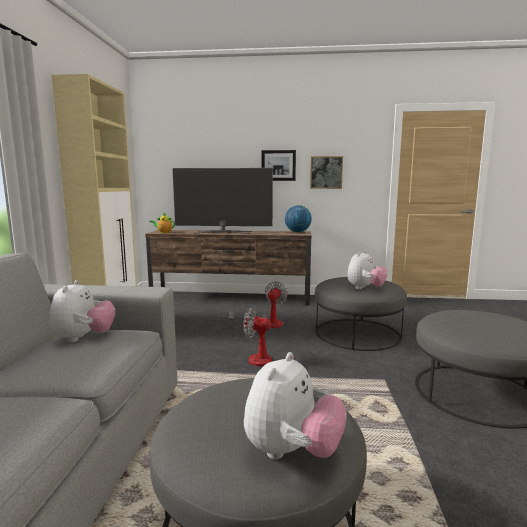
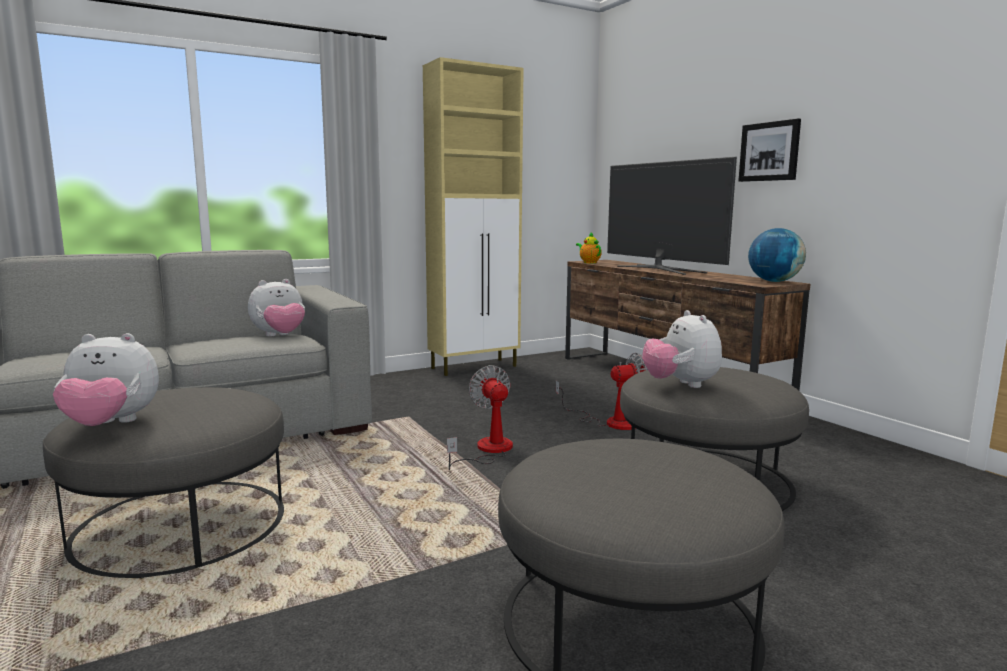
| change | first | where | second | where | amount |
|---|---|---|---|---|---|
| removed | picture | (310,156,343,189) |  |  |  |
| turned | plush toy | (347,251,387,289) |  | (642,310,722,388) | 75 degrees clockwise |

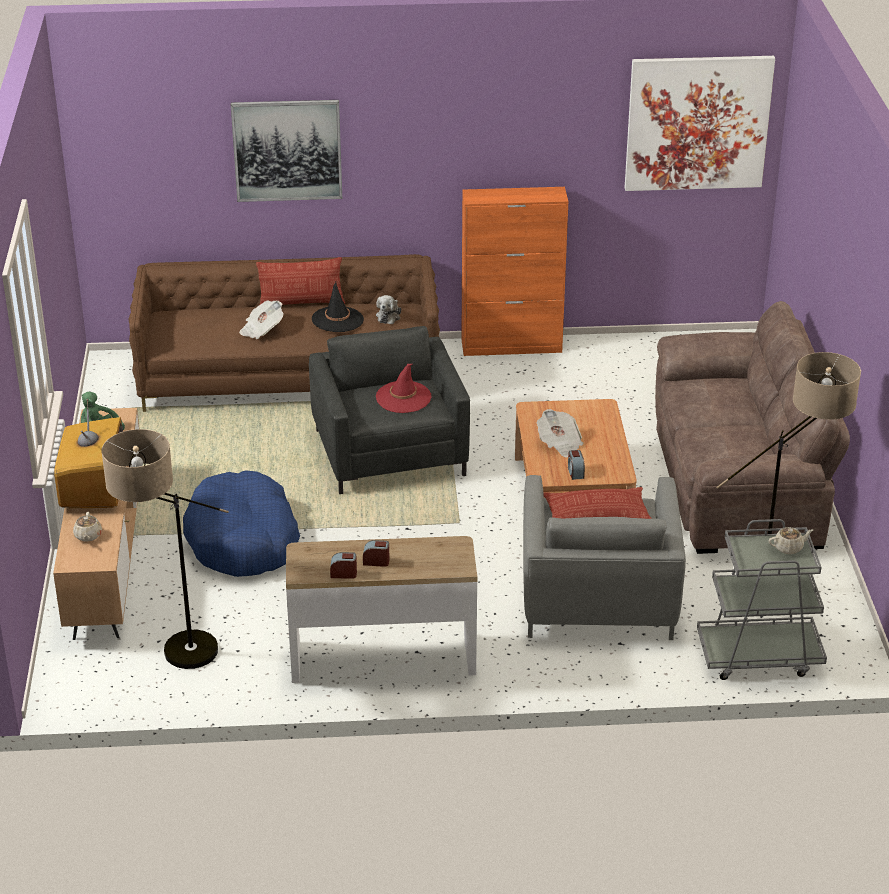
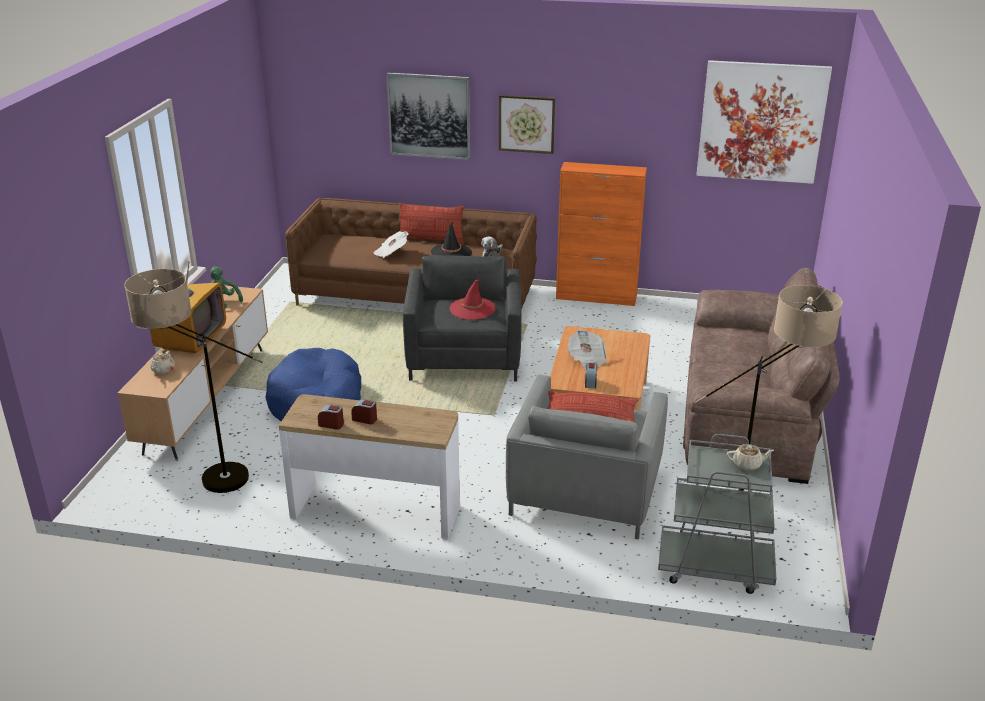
| change | first | where | second | where | amount |
|---|---|---|---|---|---|
| added |  |  | picture | (499,95,555,154) |  |

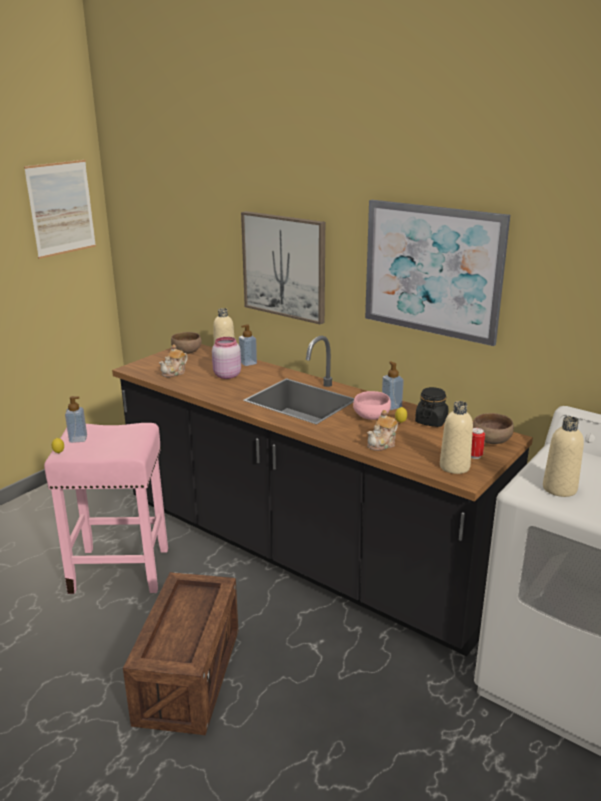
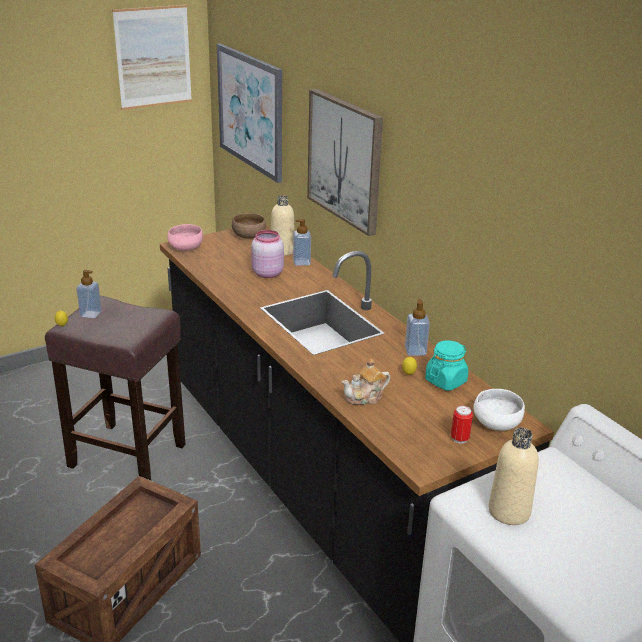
| change | first | where | second | where | amount |
|---|---|---|---|---|---|
| moved | picture | (365,200,510,346) |  | (217,44,282,183) |  |
| removed | teapot | (159,345,188,377) |  |  |  |
| recoloured | jar/black | (415,387,448,427) | jar/turquoise | (425,340,469,391) |  |
| moved | bowl/pink | (353,391,391,420) |  | (167,224,203,251) |  |
| removed | bottle/beige | (440,401,473,474) |  |  |  |
| recoloured | bowl/brown | (473,413,514,444) | bowl/white | (473,389,525,431) |  |
| recoloured | stool/pink | (44,423,168,594) | stool/brown | (45,296,186,481) |  |

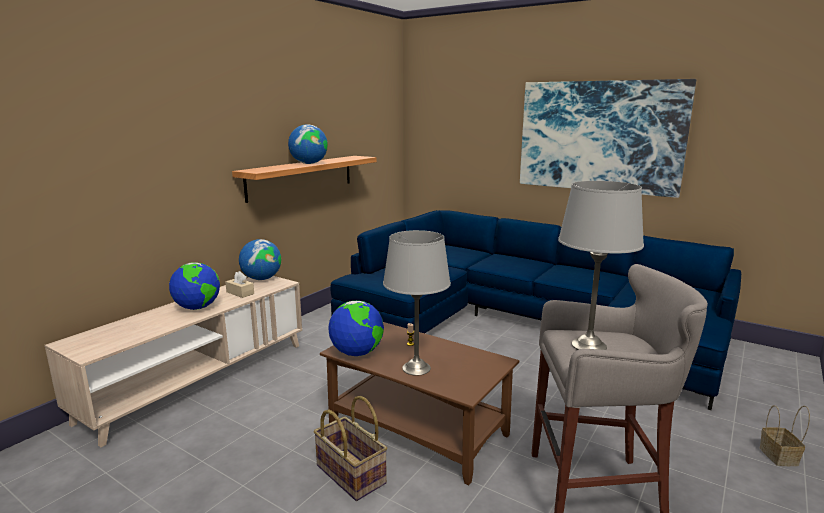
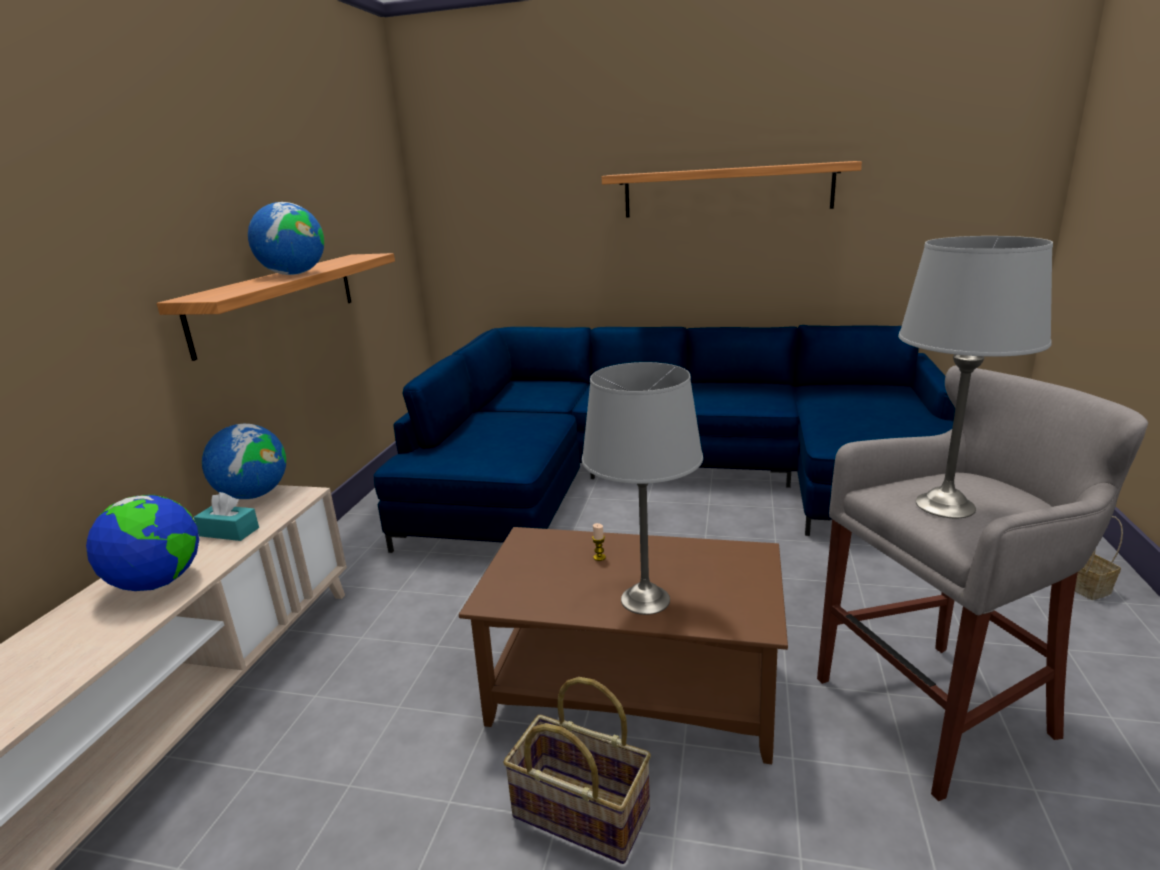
| change | first | where | second | where | amount |
|---|---|---|---|---|---|
| replaced | picture | (520,79,696,198) | shelf | (602,161,862,218) |  |
| recoloured | tissue box/beige | (225,271,254,298) | tissue box/turquoise | (194,492,259,541) |  |
| removed | globe | (328,301,384,357) |  |  |  |

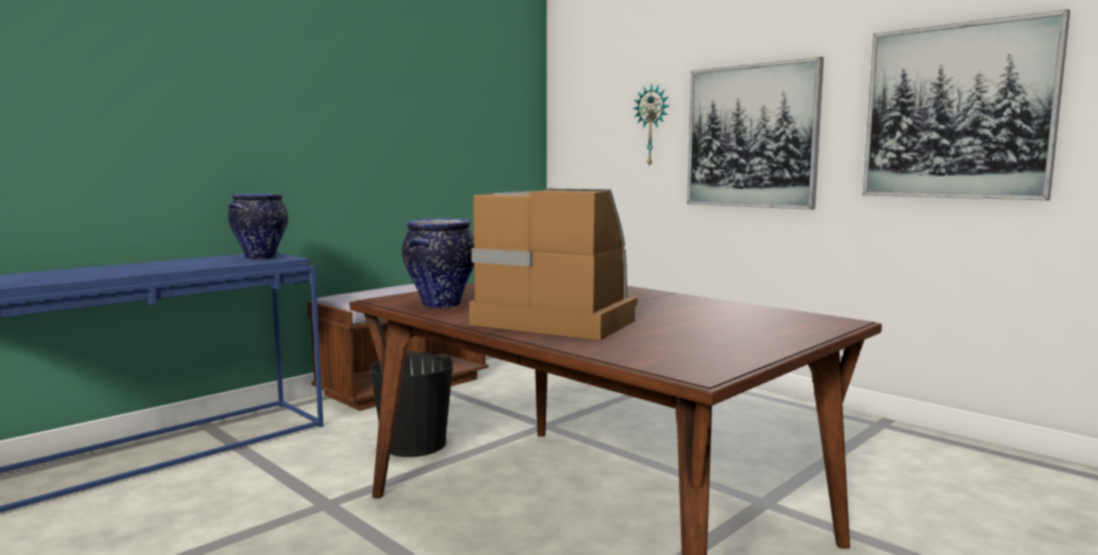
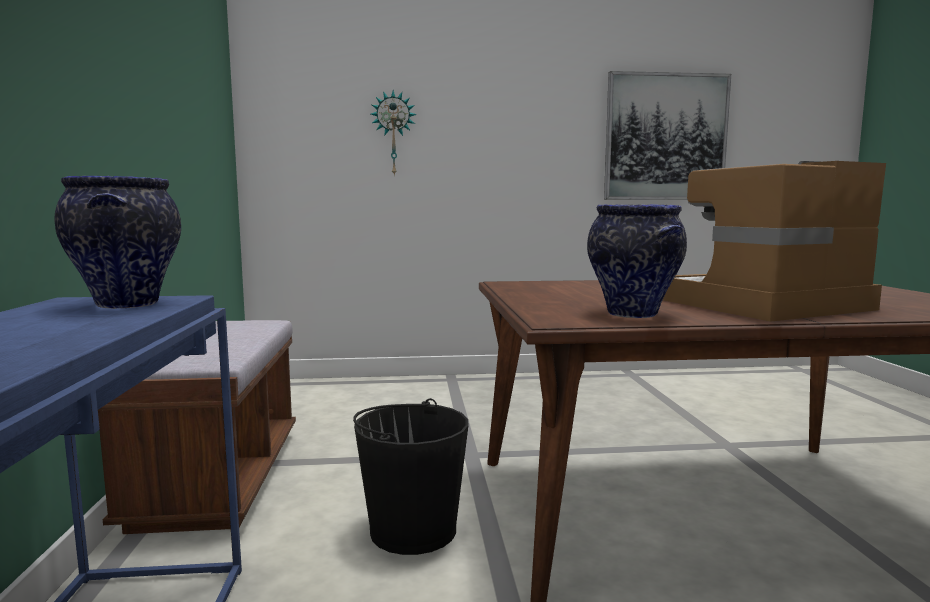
| change | first | where | second | where | amount |
|---|---|---|---|---|---|
| removed | picture | (687,57,824,210) |  |  |  |

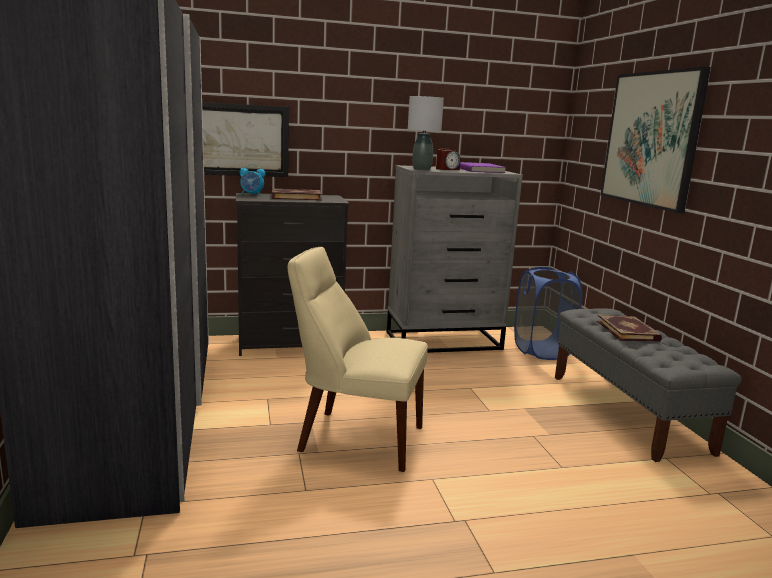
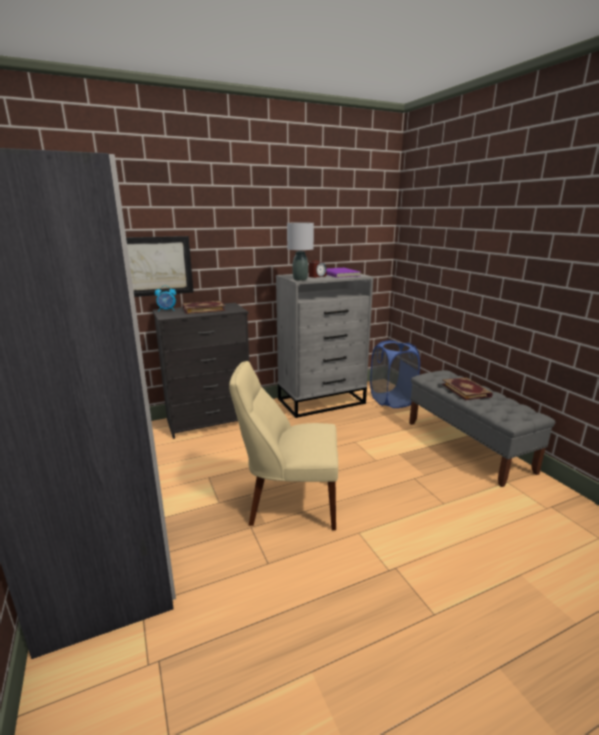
| change | first | where | second | where | amount |
|---|---|---|---|---|---|
| removed | picture | (601,67,711,213) |  |  |  |

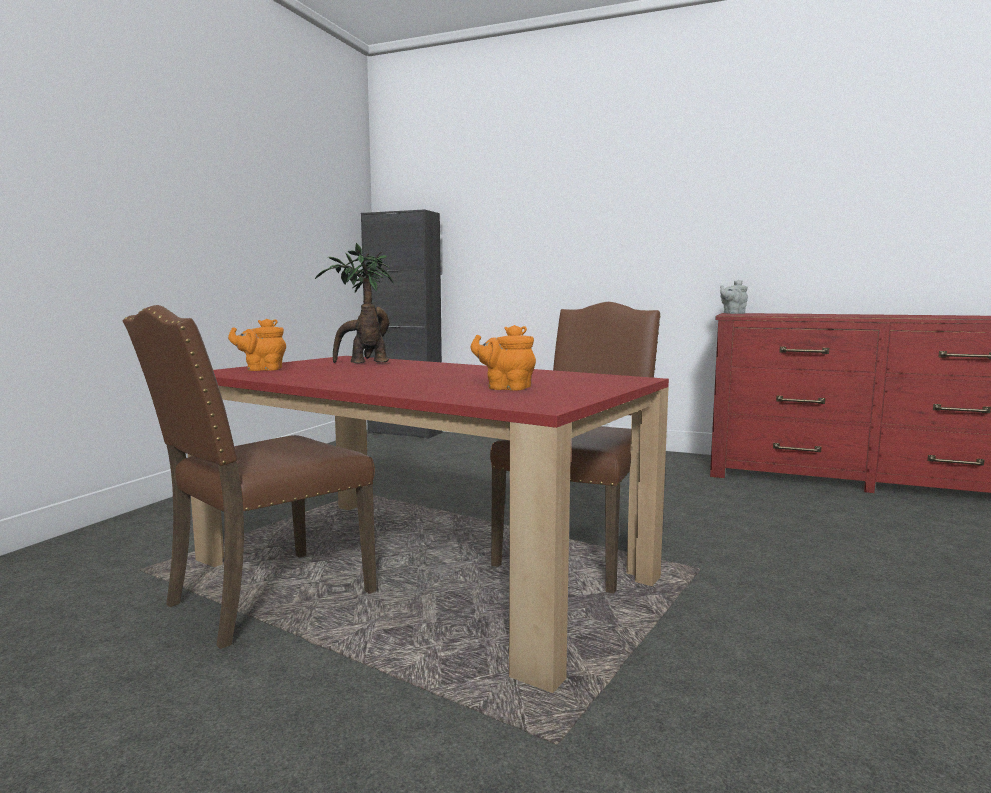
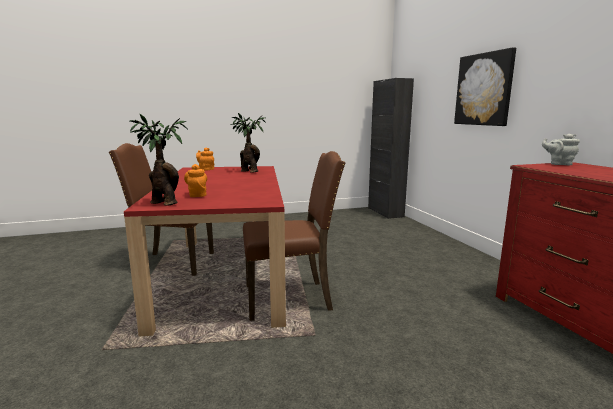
| change | first | where | second | where | amount |
|---|---|---|---|---|---|
| added |  |  | picture | (454,47,516,126) |  |
| added |  |  | potted plant | (130,114,188,206) |  |

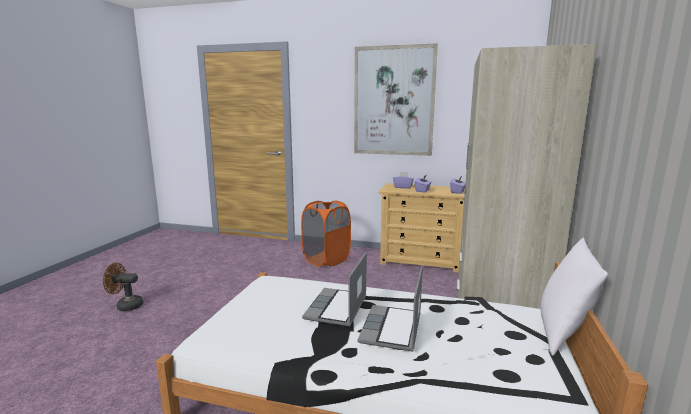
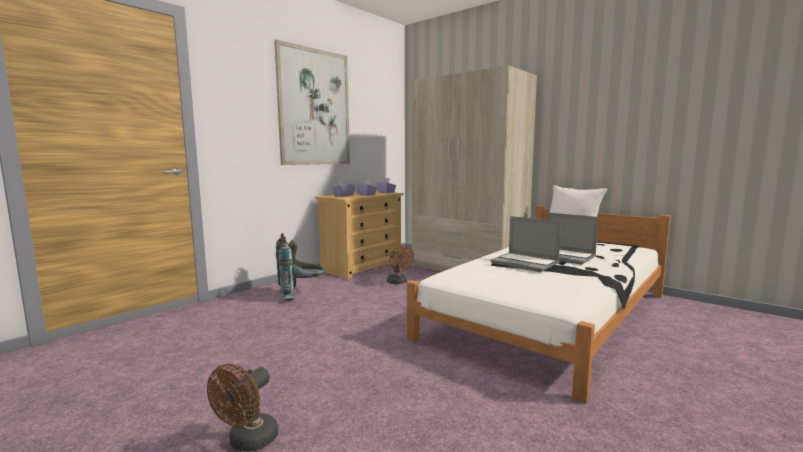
| change | first | where | second | where | amount |
|---|---|---|---|---|---|
| replaced | laundry basket/orange | (301,201,351,267) | backpack/grey | (276,233,325,301) |  |
| added |  |  | fan/brown | (387,245,414,284) |  |

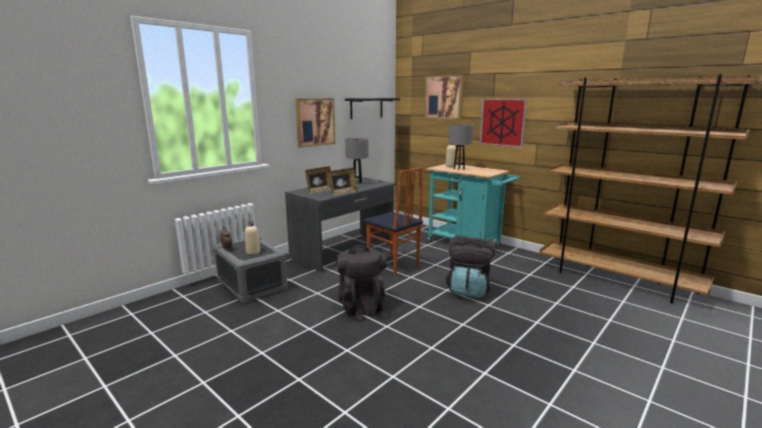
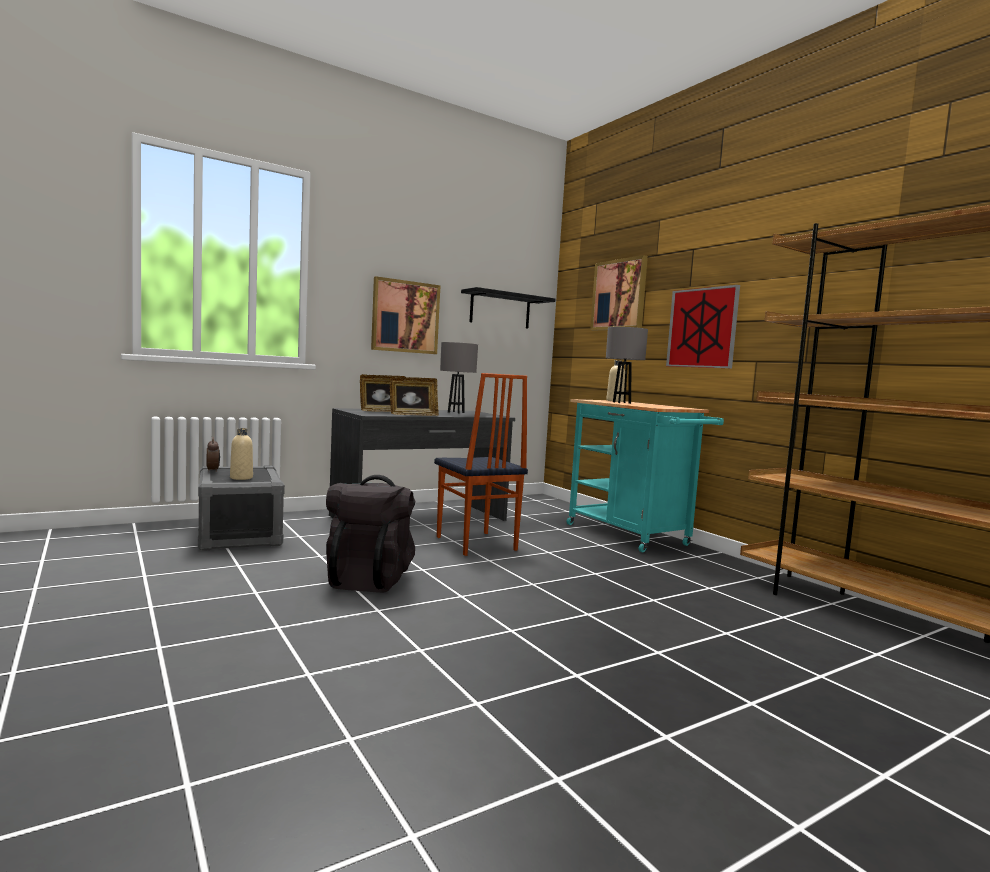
| change | first | where | second | where | amount |
|---|---|---|---|---|---|
| removed | backpack/black | (446,235,496,298) |  |  |  |

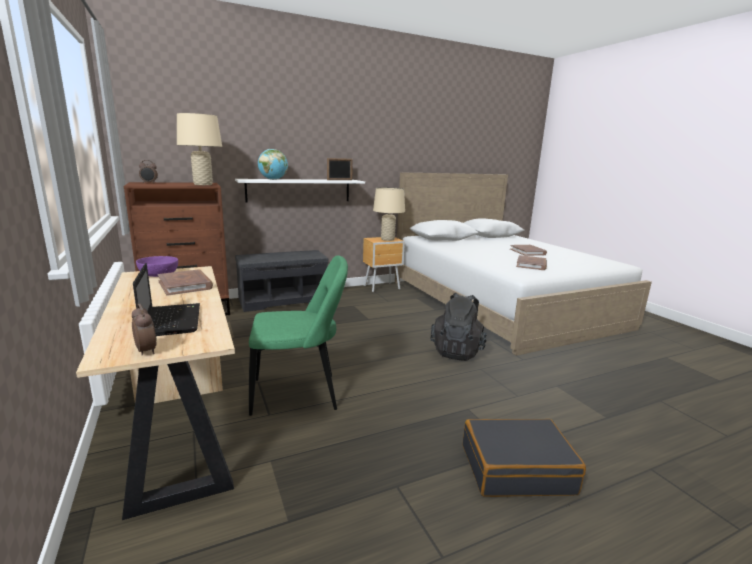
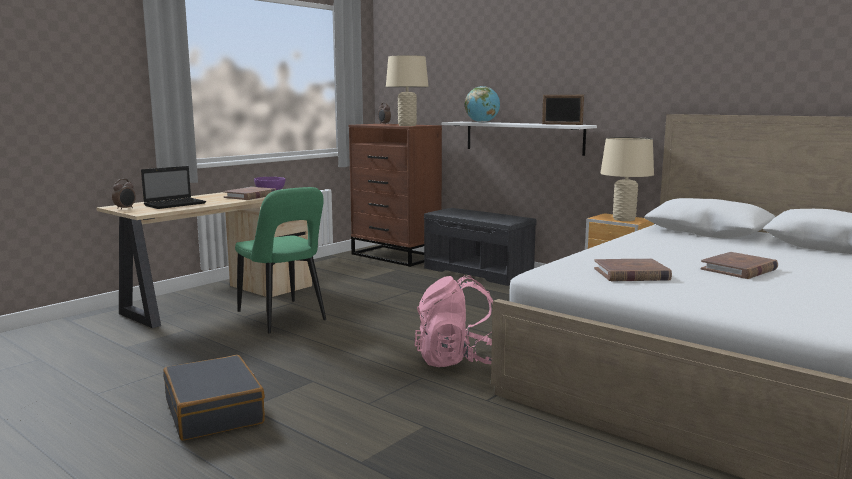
| change | first | where | second | where | amount |
|---|---|---|---|---|---|
| recoloured | backpack/black | (431,293,487,361) | backpack/pink | (415,275,493,367) |  |

